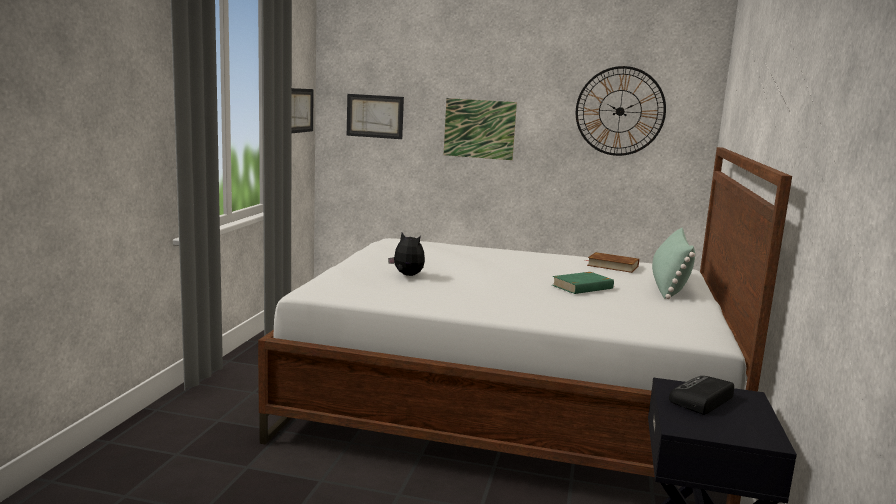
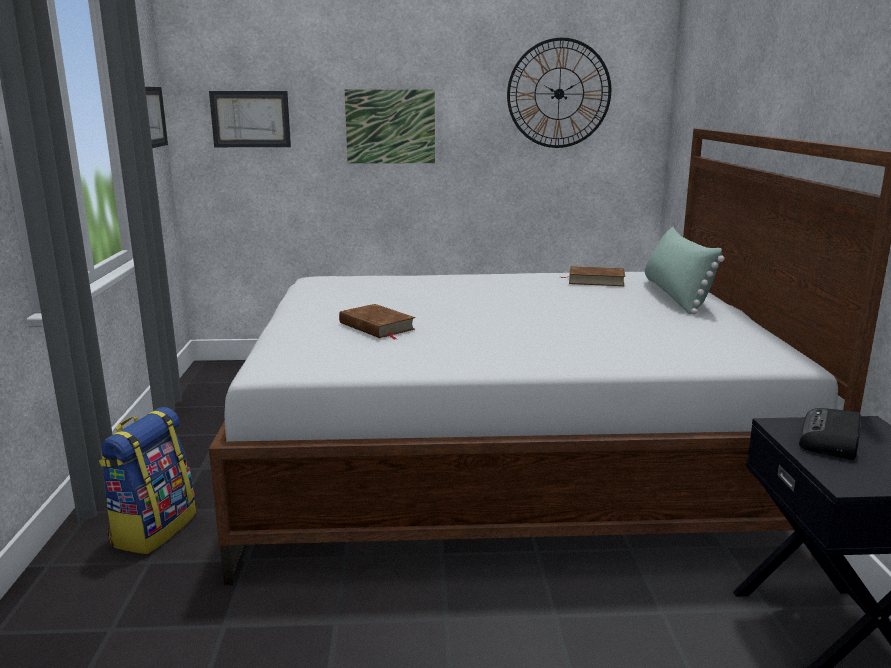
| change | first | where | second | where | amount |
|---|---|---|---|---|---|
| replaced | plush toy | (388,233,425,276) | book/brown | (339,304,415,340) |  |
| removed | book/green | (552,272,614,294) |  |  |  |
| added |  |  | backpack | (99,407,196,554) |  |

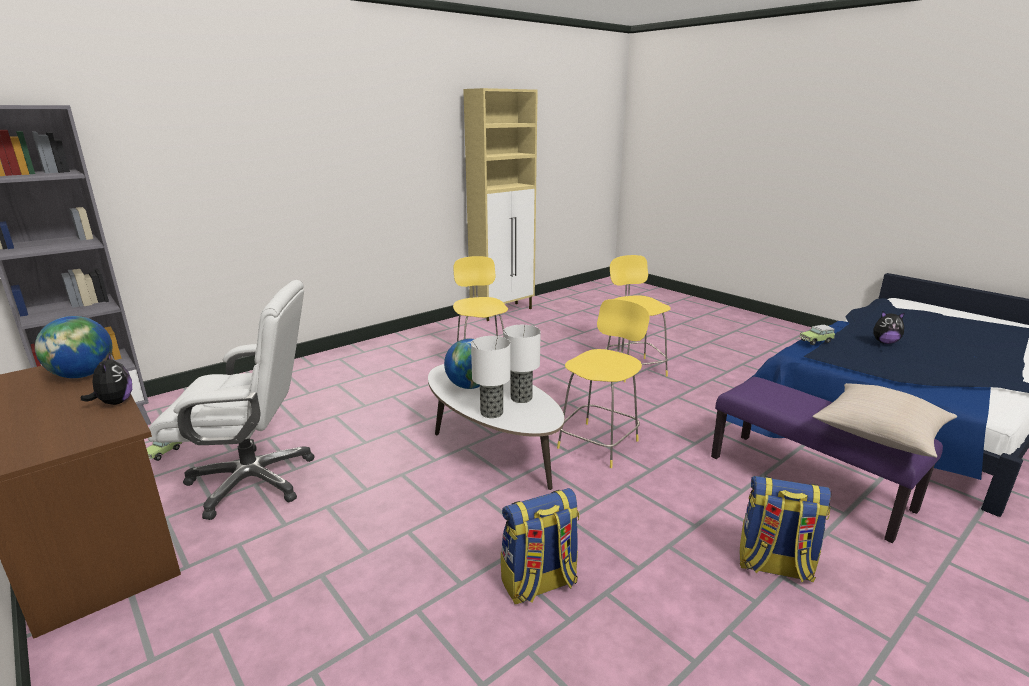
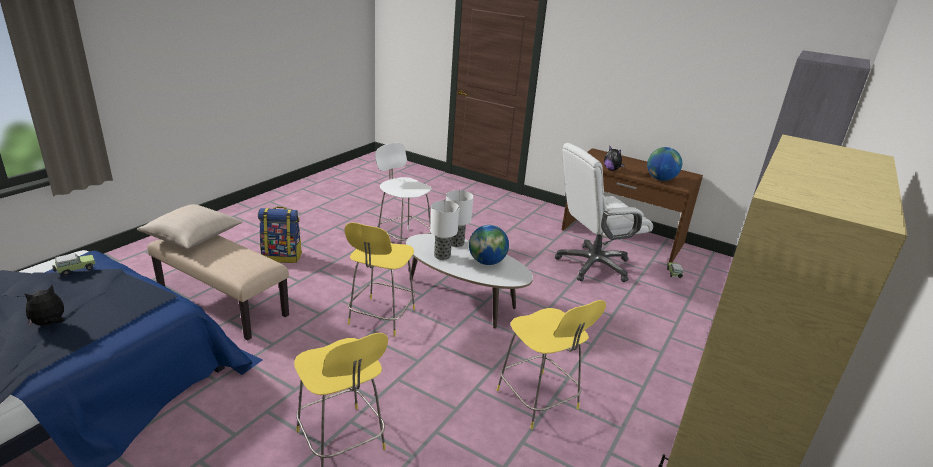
| change | first | where | second | where | amount |
|---|---|---|---|---|---|
| turned | plush toy | (873,312,905,344) |  | (24,285,65,326) | 45 degrees counterclockwise |
| moved | toy car | (799,325,835,345) |  | (52,253,96,275) |  |
| recoloured | bench/purple | (711,377,943,543) | bench/beige | (147,235,289,340) |  |
| replaced | backpack | (501,488,579,604) | stool/white | (375,143,432,244) |  |

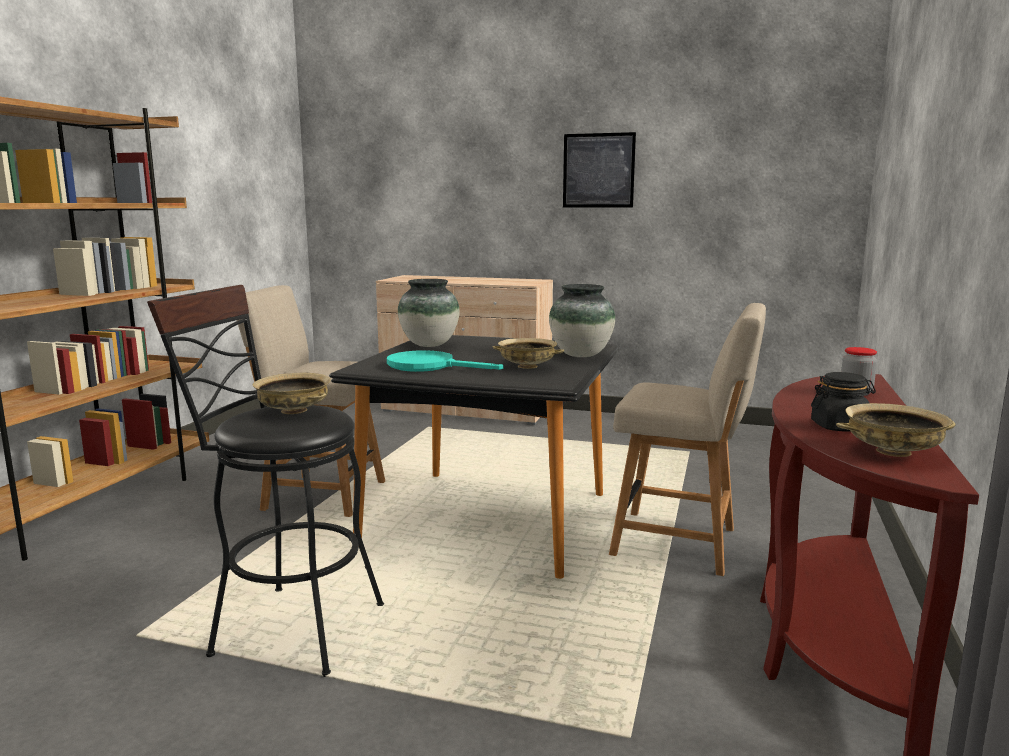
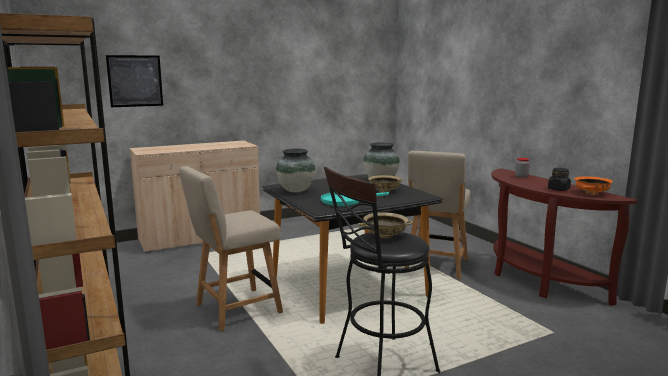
| change | first | where | second | where | amount |
|---|---|---|---|---|---|
| moved | picture | (563,132,636,208) |  | (106,55,163,107) |  |
| turned | chair/beige | (609,303,766,576) |  | (405,151,471,279) | 135 degrees clockwise |
| recoloured | bowl/beige | (836,403,956,457) | bowl/orange | (574,176,613,195) |  |

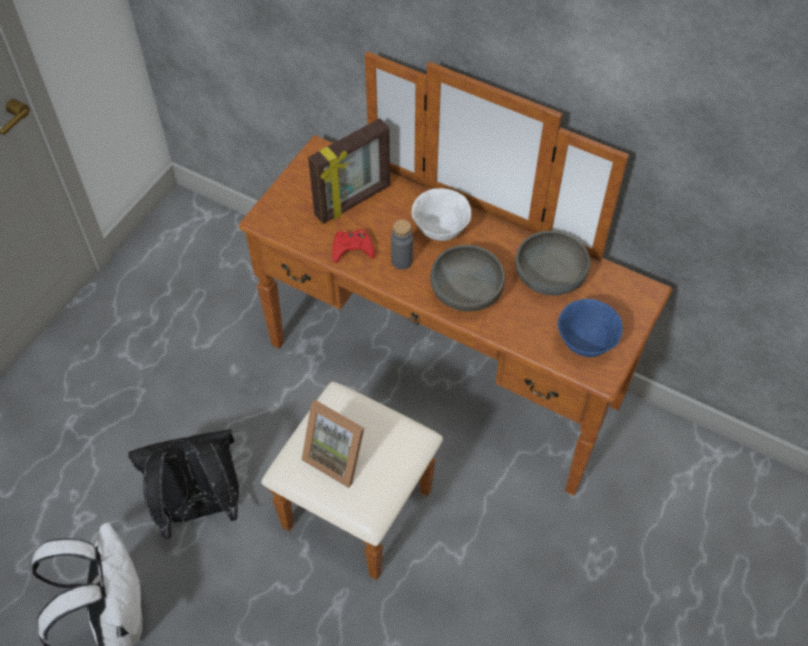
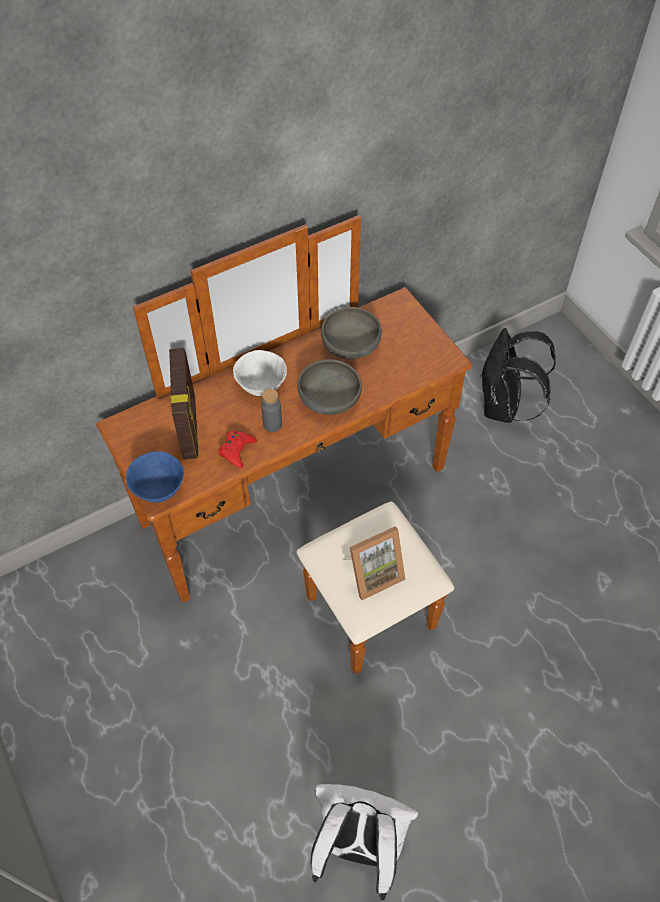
| change | first | where | second | where | amount |
|---|---|---|---|---|---|
| moved | bowl/blue | (558,299,623,357) |  | (126,451,184,503) |  |
| moved | backpack/black | (128,429,239,539) |  | (480,328,556,423) |  |

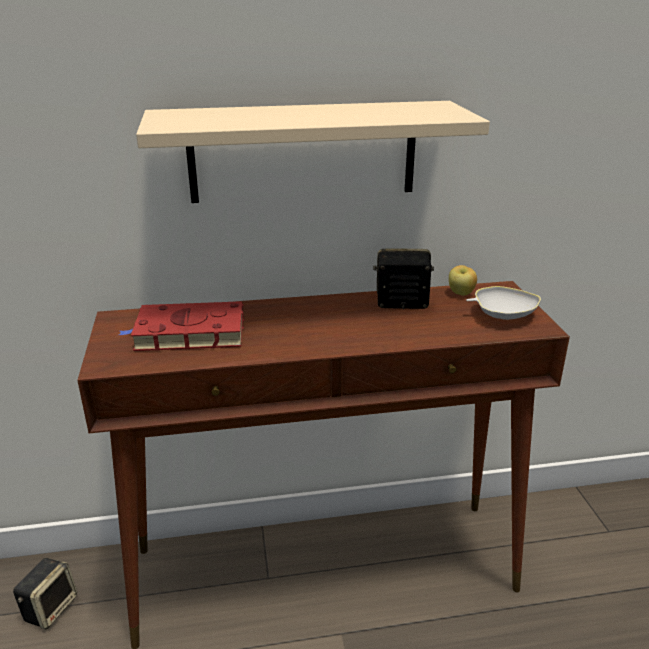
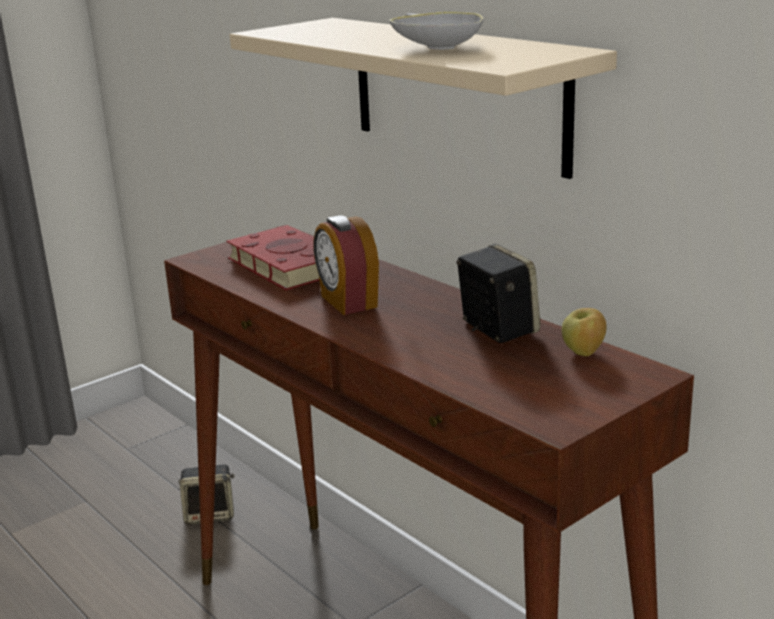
| change | first | where | second | where | amount |
|---|---|---|---|---|---|
| moved | bowl/white | (466,286,541,320) |  | (389,12,484,50) |  |
| added |  |  | alarm clock | (313,215,379,315) |  |

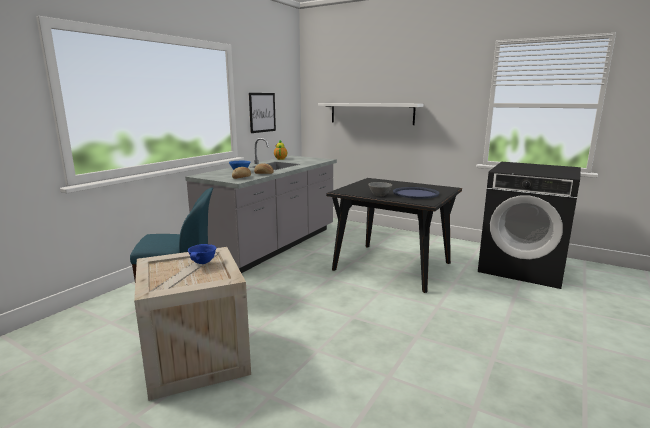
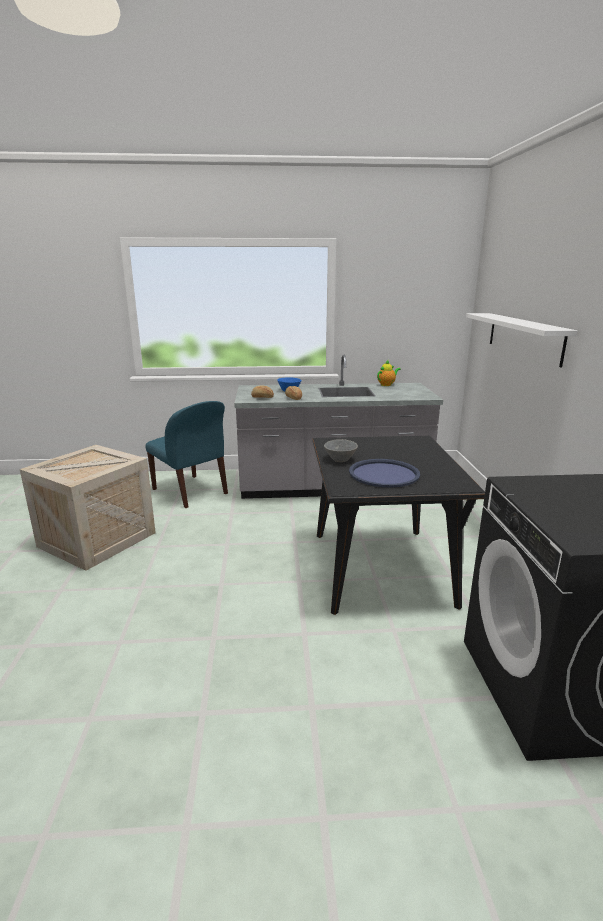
| change | first | where | second | where | amount |
|---|---|---|---|---|---|
| removed | picture | (249,93,276,133) |  |  |  |
| removed | bowl/blue | (188,244,216,264) |  |  |  |

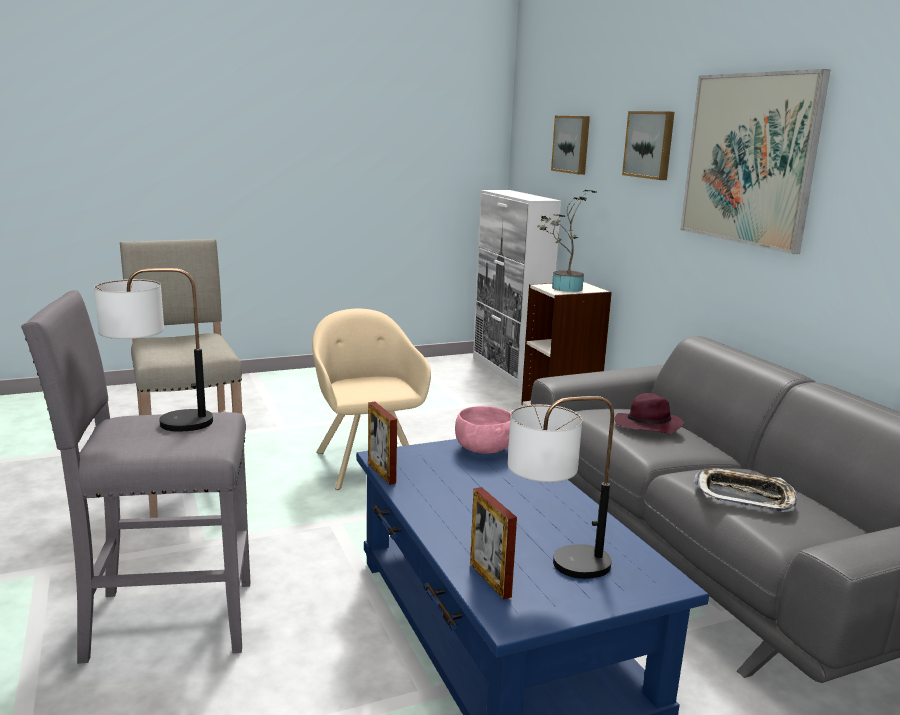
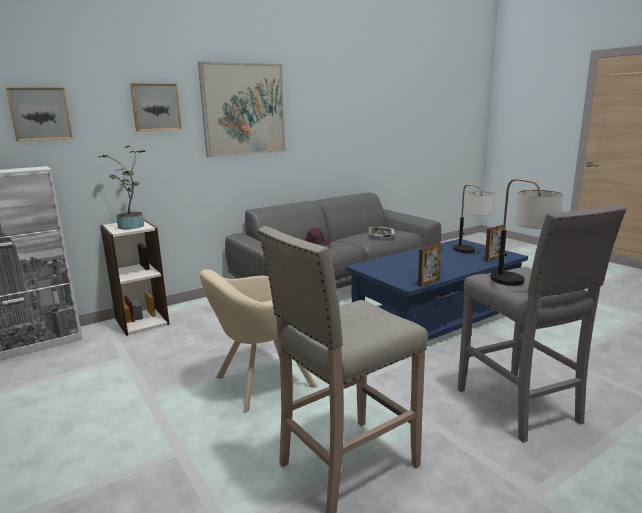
| change | first | where | second | where | amount |
|---|---|---|---|---|---|
| removed | bowl/pink | (455,406,511,454) |  |  |  |

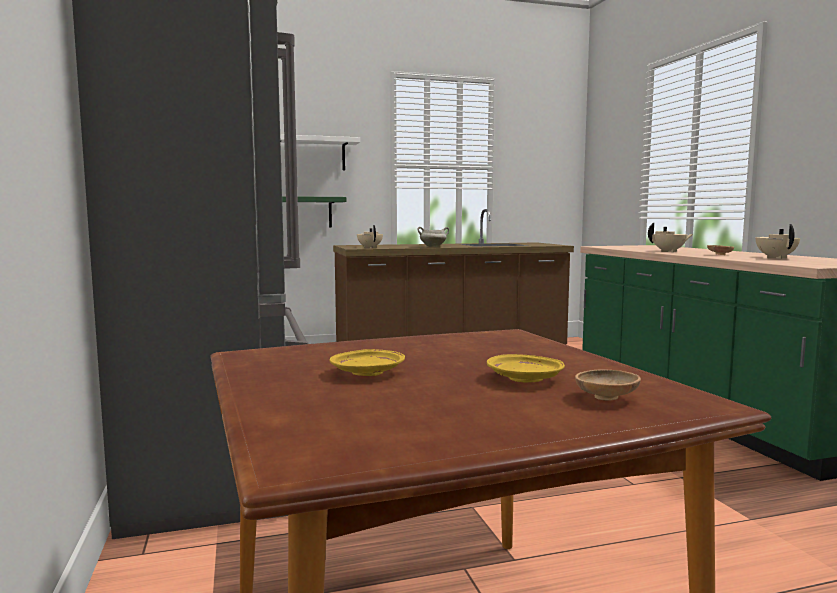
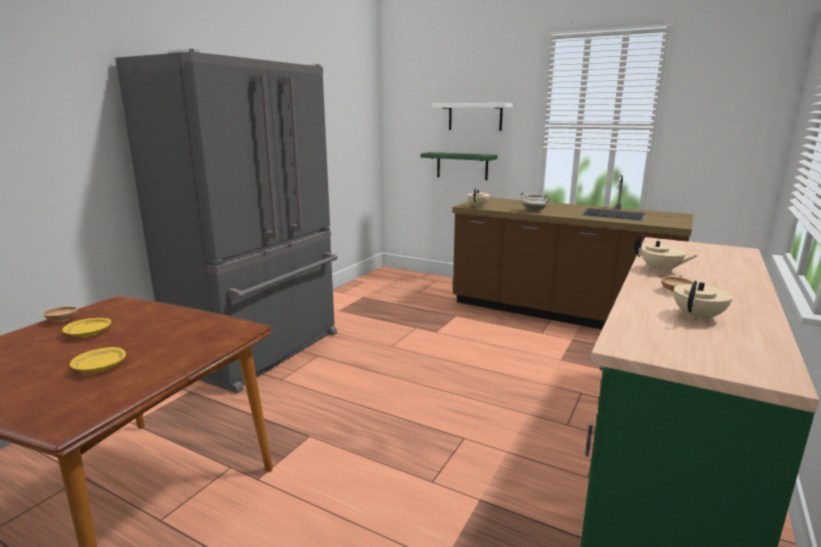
| change | first | where | second | where | amount |
|---|---|---|---|---|---|
| moved | bowl/brown | (575,369,641,401) |  | (43,306,78,322) |  |

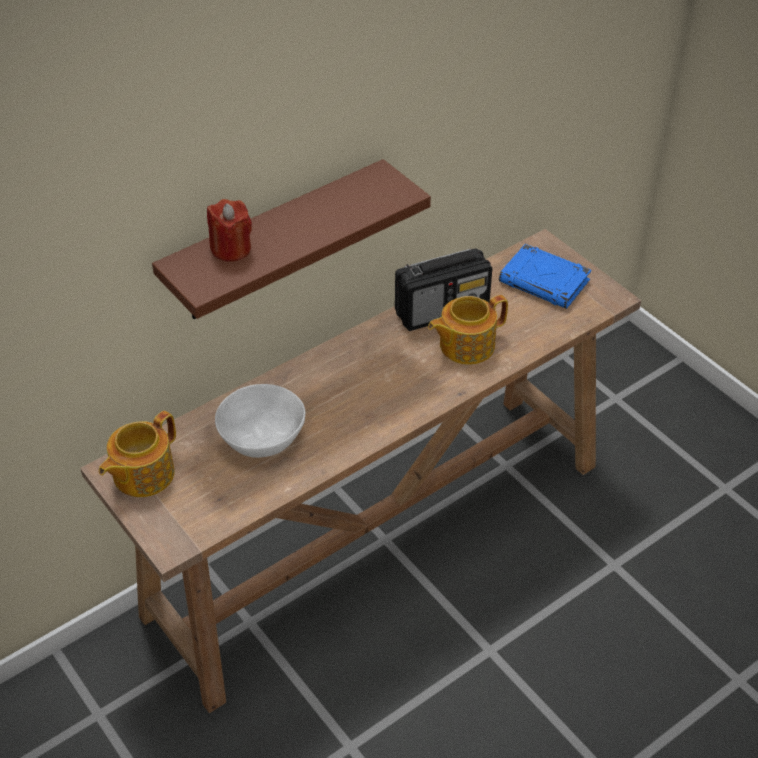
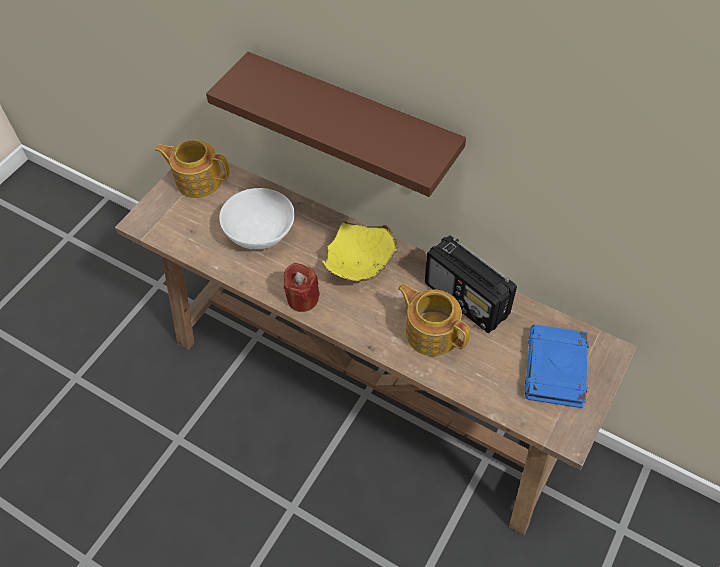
| change | first | where | second | where | amount |
|---|---|---|---|---|---|
| moved | candle/red | (207,199,252,262) |  | (284,263,320,312) |  |
| added |  |  | bowl/yellow | (322,221,398,281) |  |

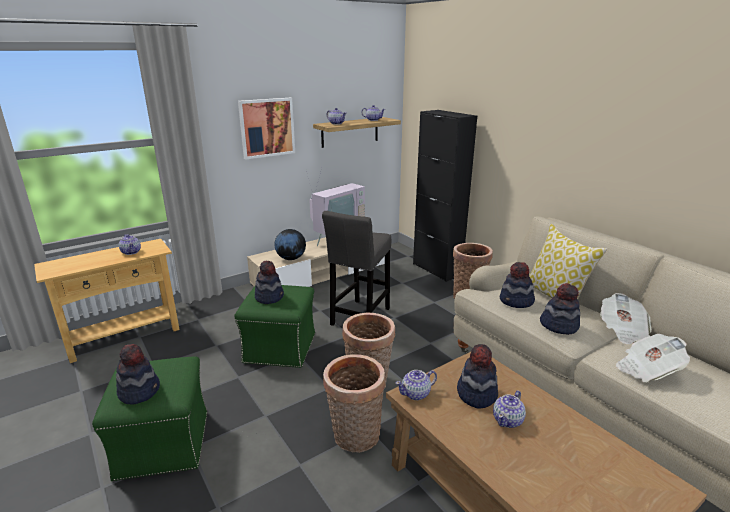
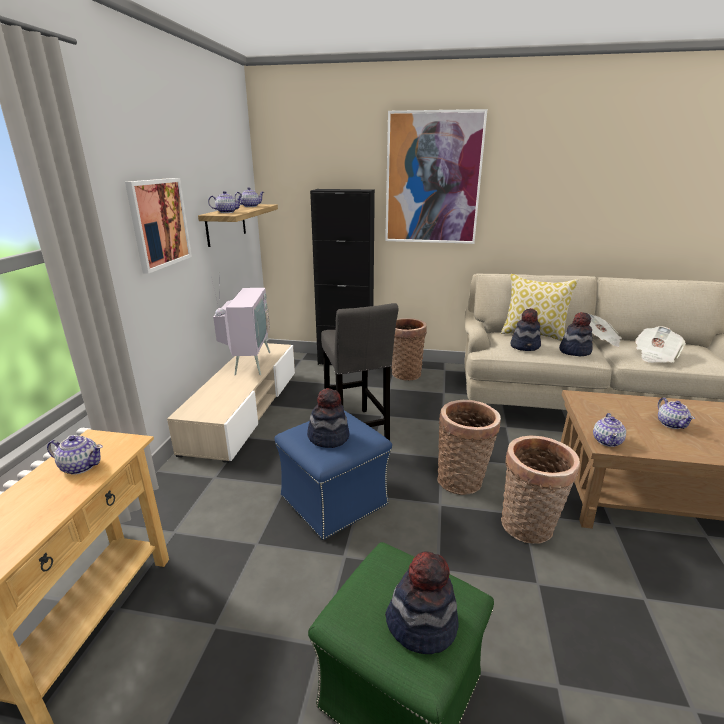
| change | first | where | second | where | amount |
|---|---|---|---|---|---|
| removed | globe | (275,229,306,260) |  |  |  |
| recoloured | ottoman/green | (234,285,315,368) | ottoman/blue | (274,411,392,540) |  |
| removed | hat | (457,344,498,409) |  |  |  |
| added |  |  | picture | (385,109,487,244) |  |

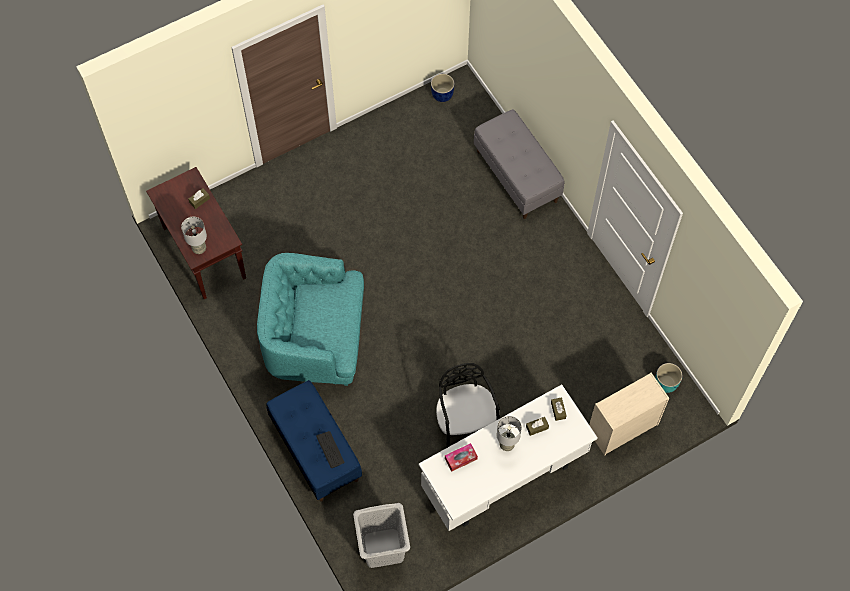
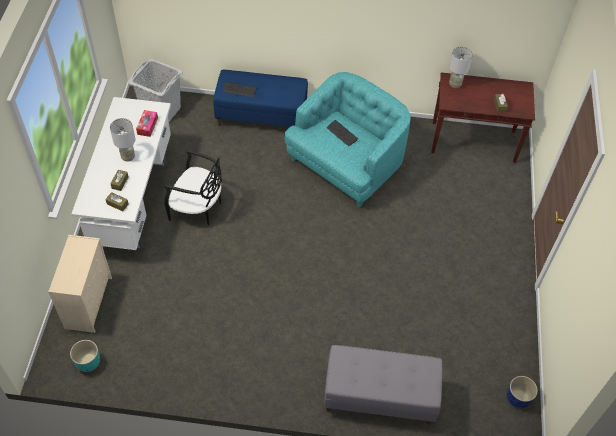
| change | first | where | second | where | amount |
|---|---|---|---|---|---|
| added |  |  | keyboard | (327,120,358,146) |  |

